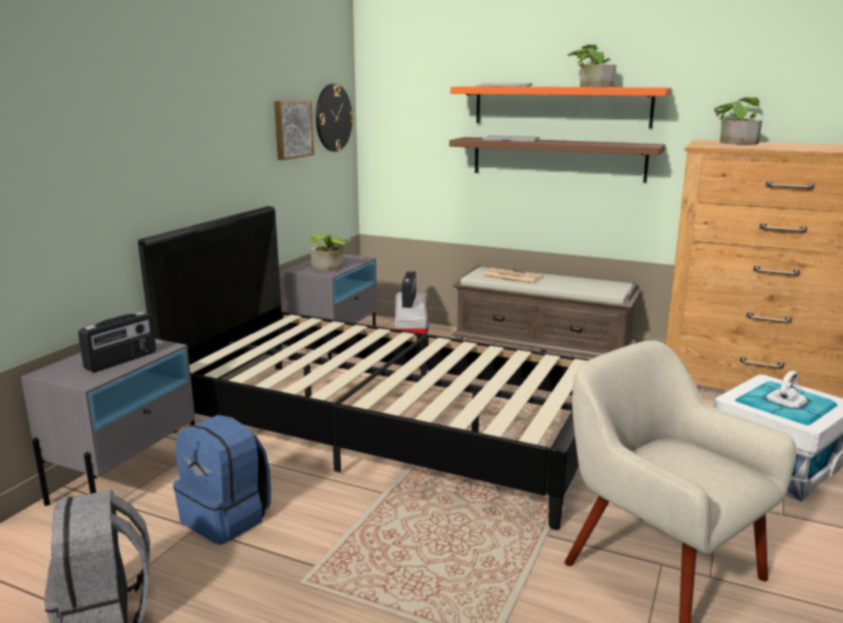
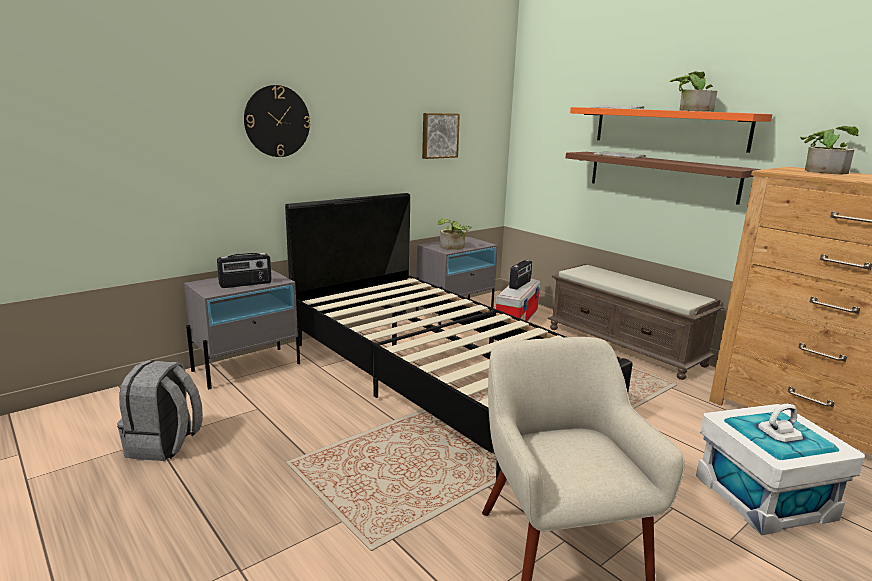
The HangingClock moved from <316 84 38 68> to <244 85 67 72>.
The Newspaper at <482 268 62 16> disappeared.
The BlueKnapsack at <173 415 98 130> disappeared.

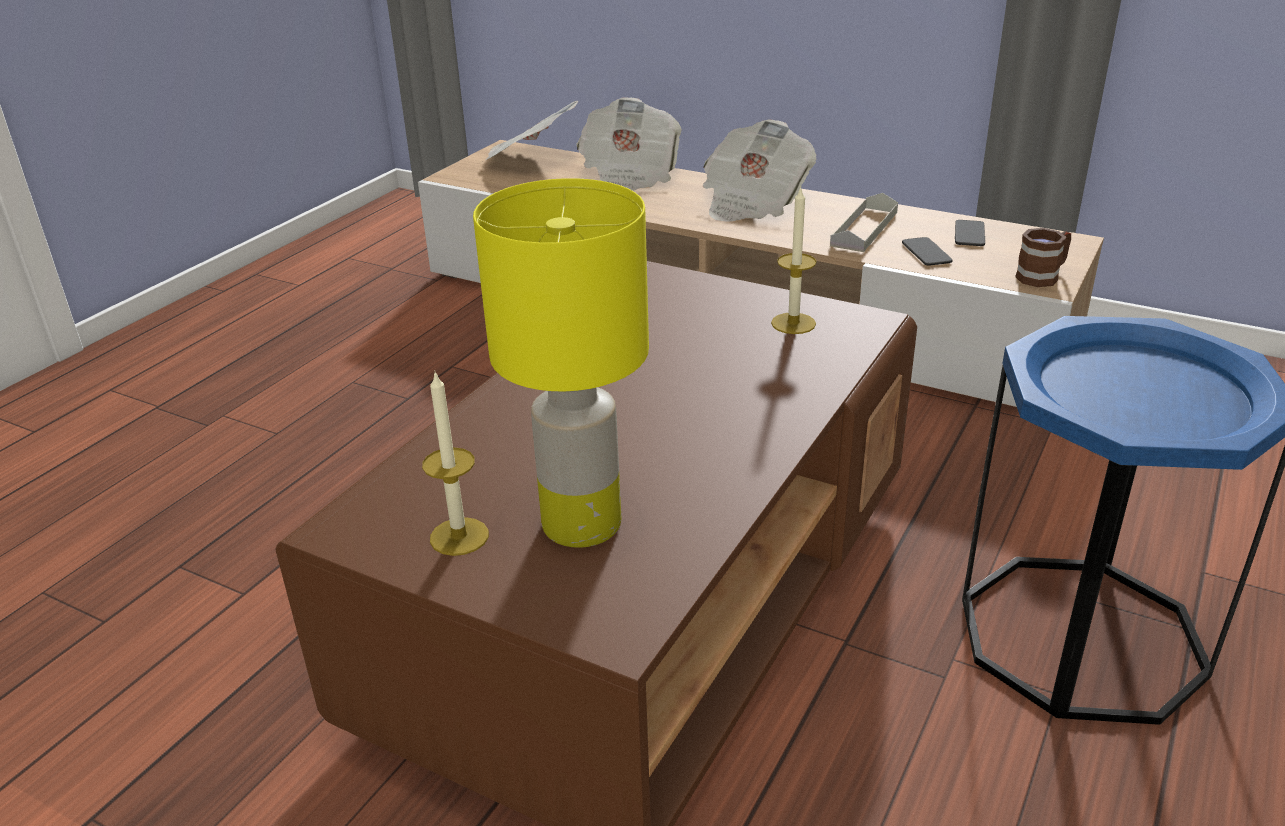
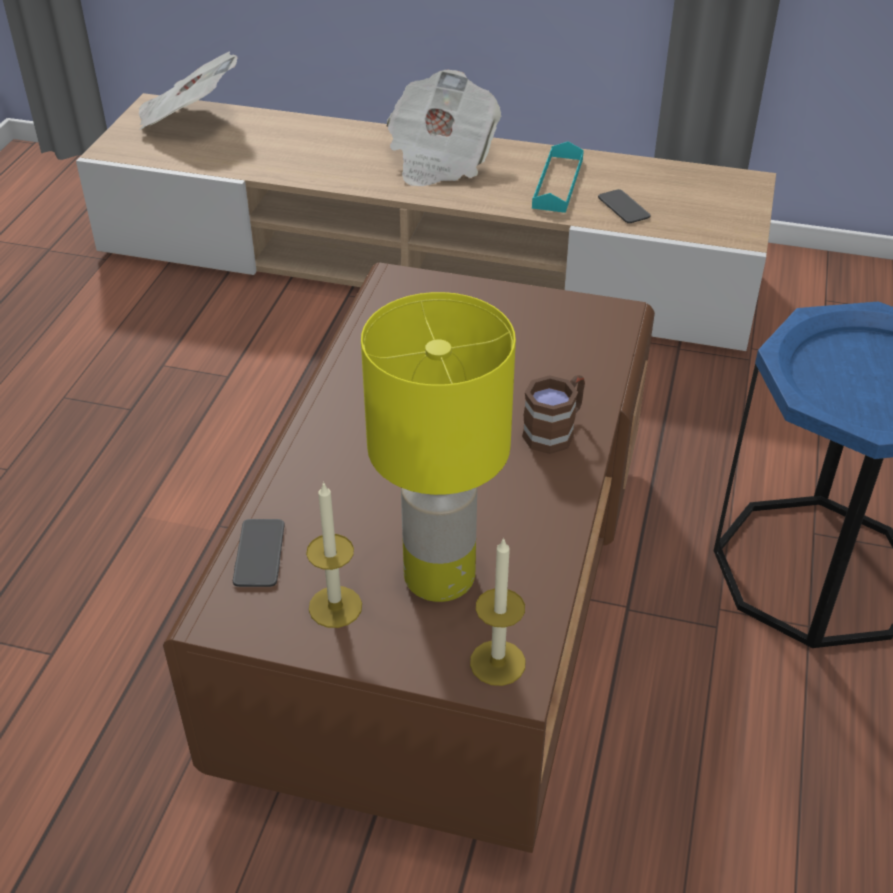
The Newspaper at <577 97 105 94> disappeared.
The Candle moved from <771 186 46 148> to <470 537 56 149>.
The GrayTray at <830 193 68 59> became the TurquoiseTray at <532 141 52 72>.
The Telephone moved from <955 220 30 26> to <233 519 52 68>.
The BrownColouredCoffeeMug moved from <1015 228 56 59> to <522 375 63 79>.

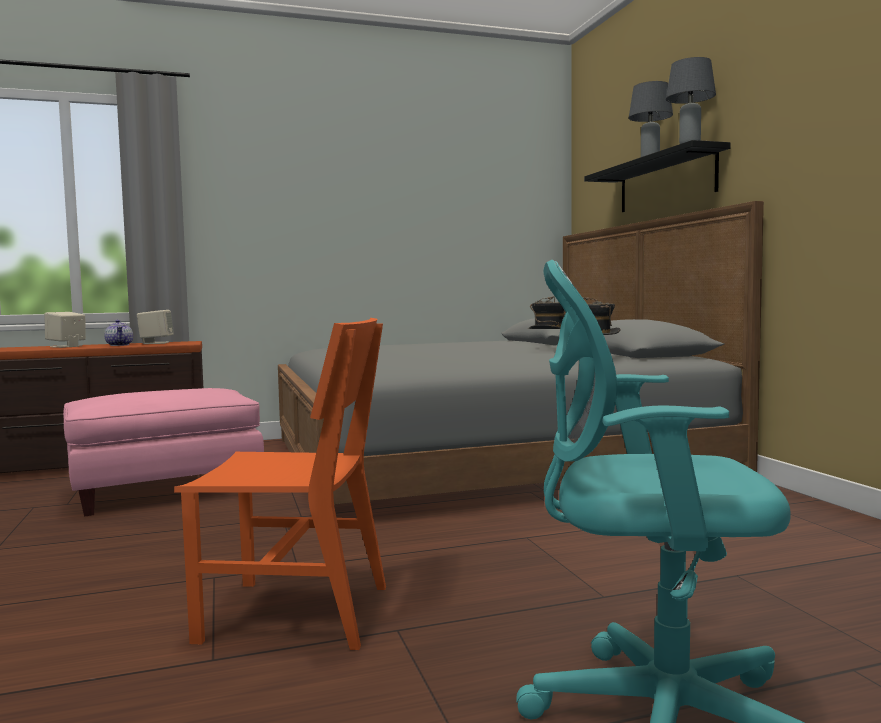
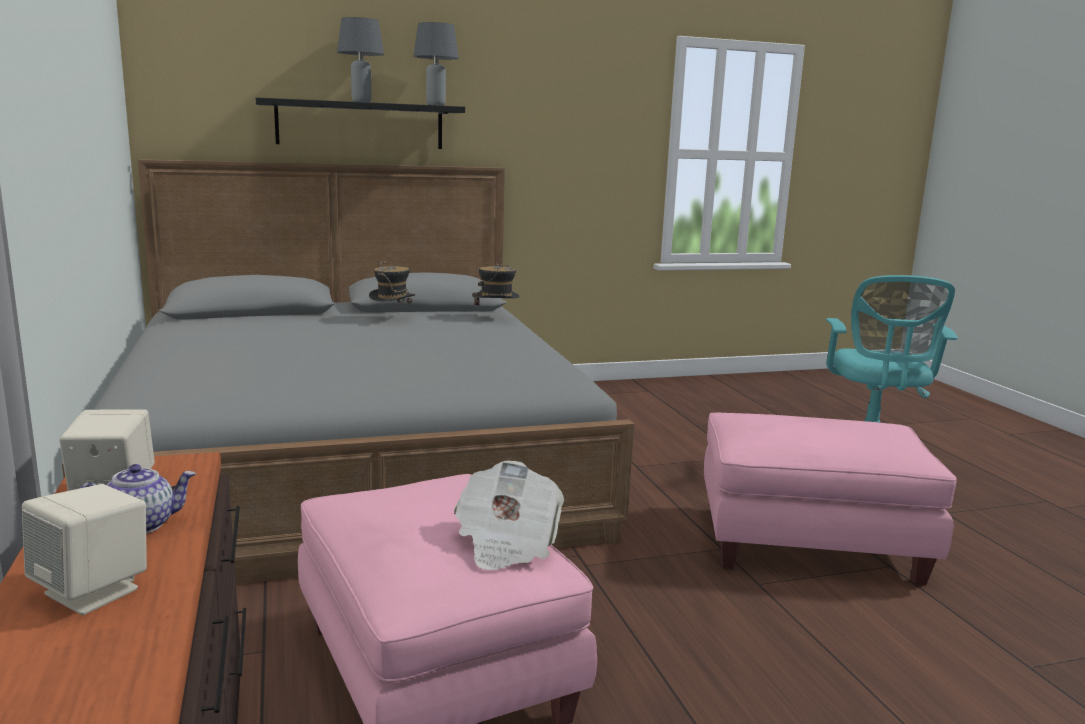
The OrangeyUprightChair at <174 318 212 332> was replaced by the PinkColouredFootrest at <704 413 252 173>.
The Newspaper at <454 461 110 109> appeared.

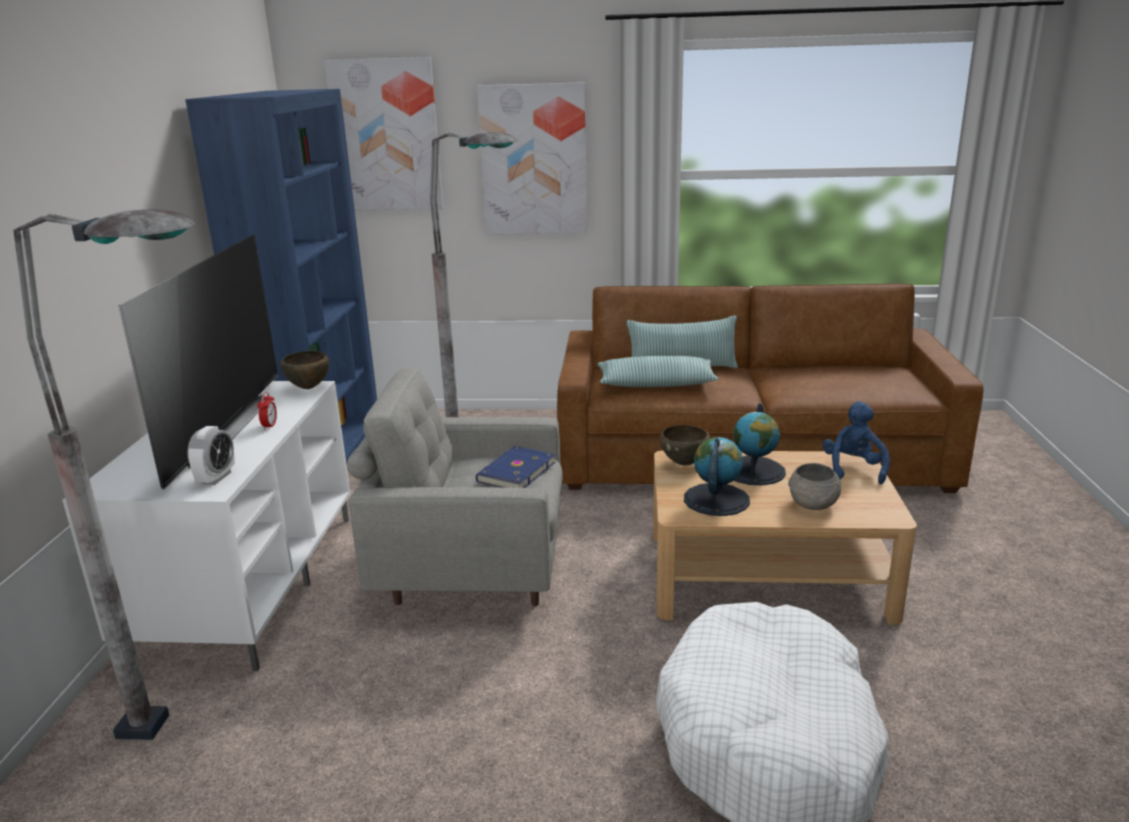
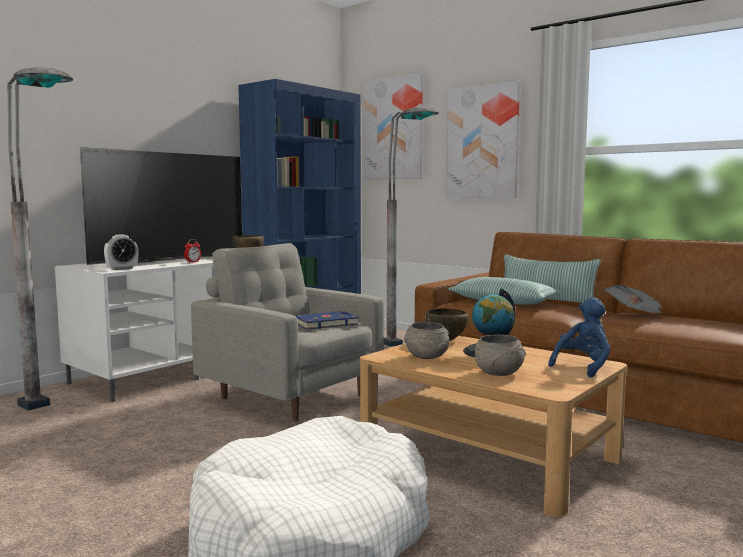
The WorldGlobe at <684 437 66 79> was replaced by the GrayDeepDish at <404 322 45 37>.
The Newspaper at <604 285 59 28> appeared.

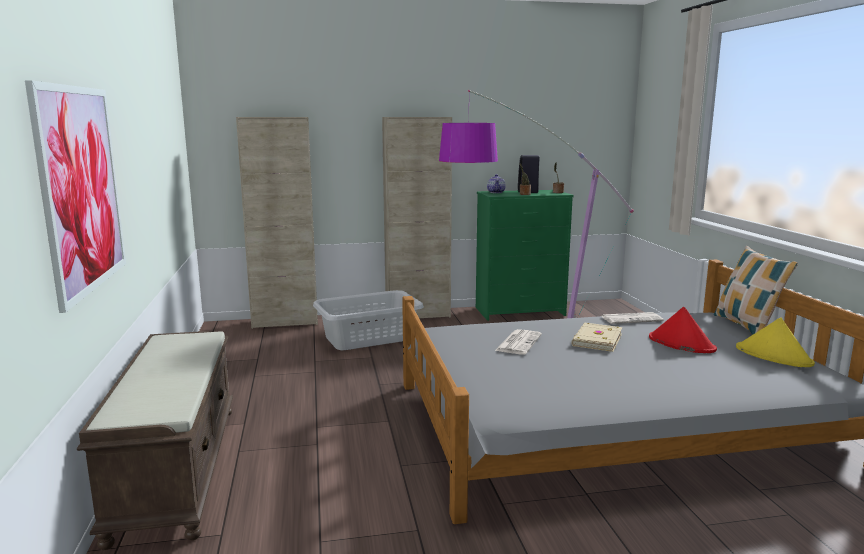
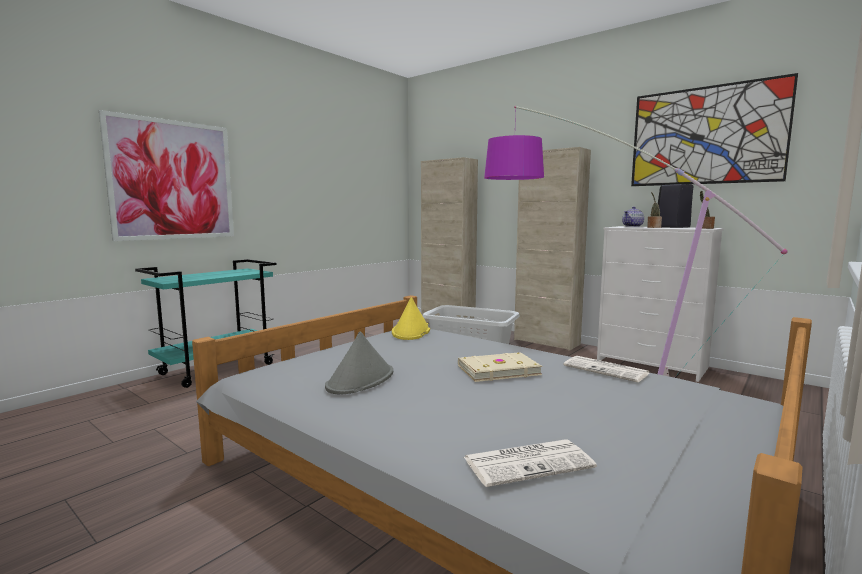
The GreenishDresser at <476 190 98 131> became the WhiteDresser at <597 226 126 156>.
The Pillow at <714 246 84 89> disappeared.
The RedWearableHat at <649 306 68 47> disappeared.
The YellowWearableHat moved from <736 317 79 50> to <392 297 38 43>.
The Newspaper moved from <495 329 47 25> to <464 440 133 47>.
The BrownColouredIndoorBench at <77 331 156 219> was replaced by the TurquoiseCart at <135 259 142 129>.
The WallPicture at <631 73 167 113> appeared.
The GrayWearableHat at <325 331 68 63> appeared.

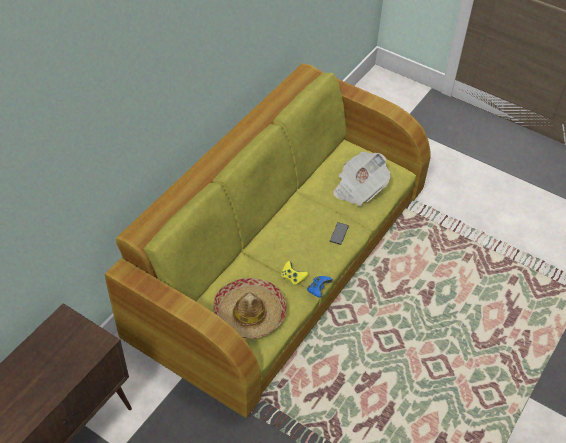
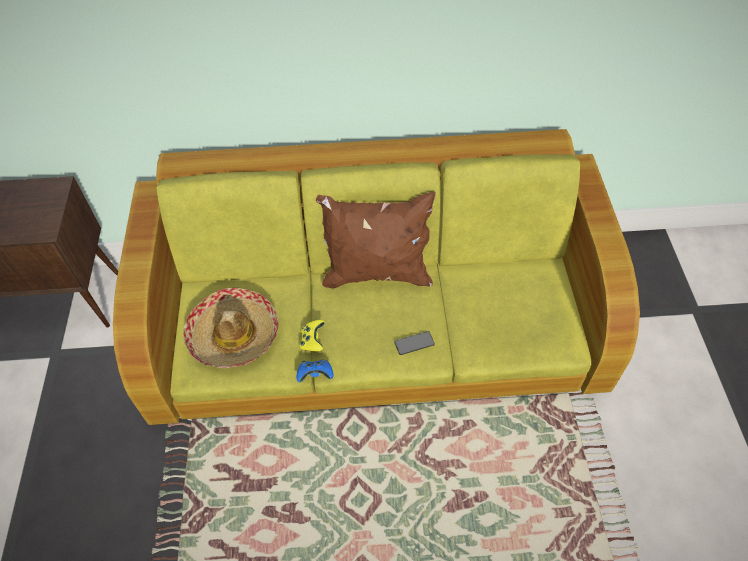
The Newspaper at <333 151 58 56> disappeared.
The BrownColouredPillow at <316 192 120 97> appeared.

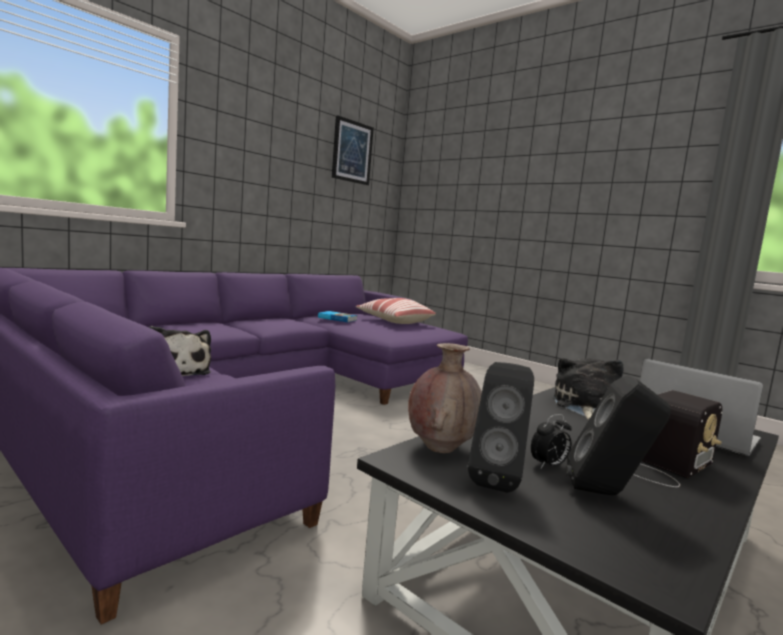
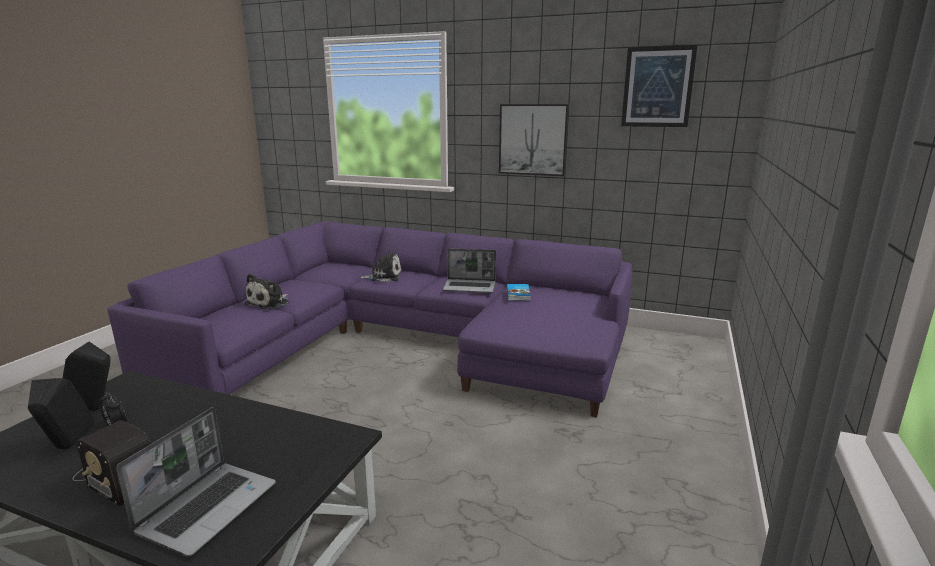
The Pillow at <356 298 80 26> disappeared.
The BrownColouredVase at <408 343 74 110> disappeared.
The SoftToy moved from <554 358 69 62> to <360 251 42 31>.
The WallPicture at <499 104 70 72> appeared.
The PortableComputer at <443 248 53 45> appeared.

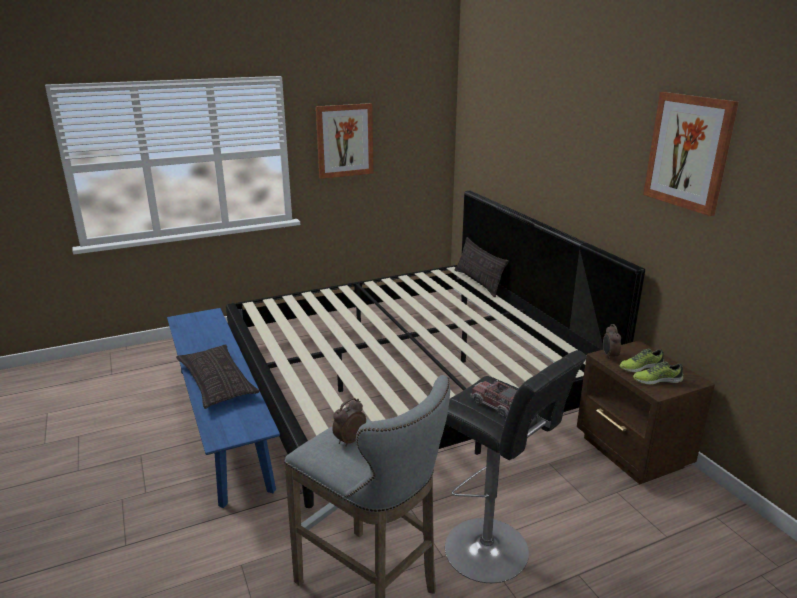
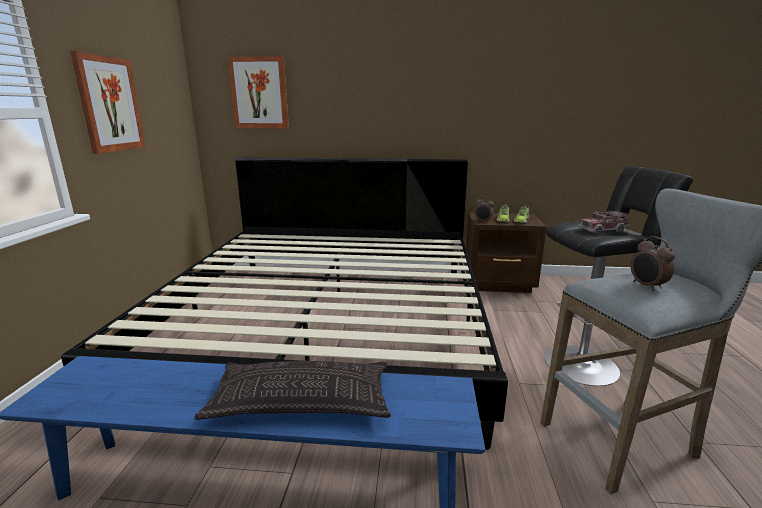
The WallPicture moved from <643 92 96 124> to <227 56 62 73>.
The Pillow at <455 237 54 60> disappeared.

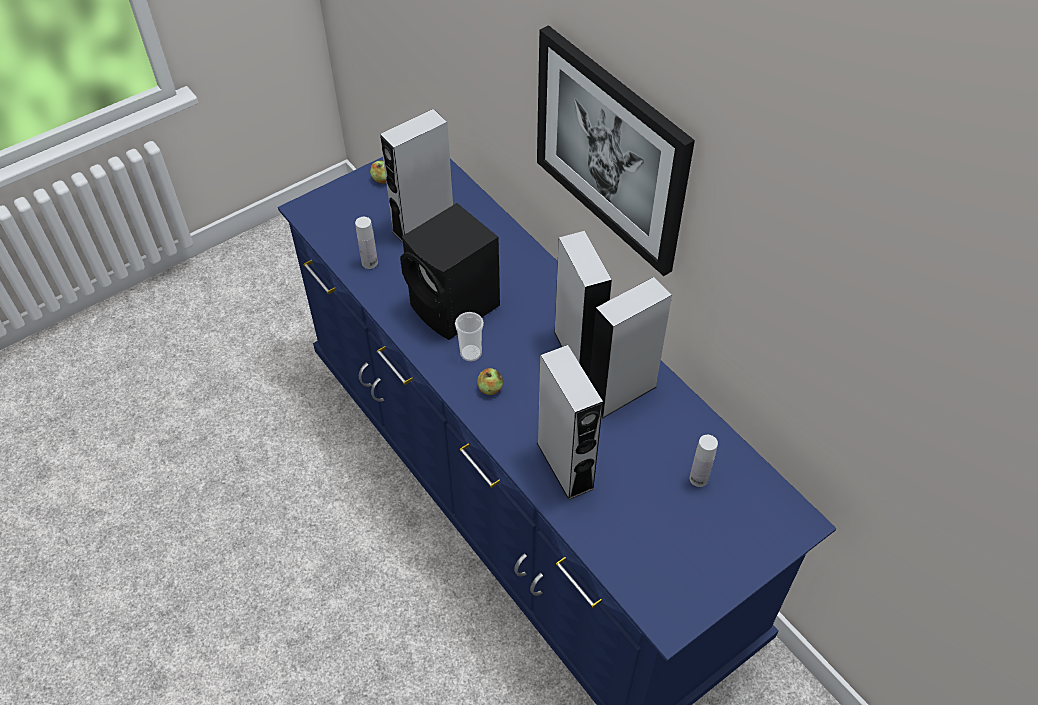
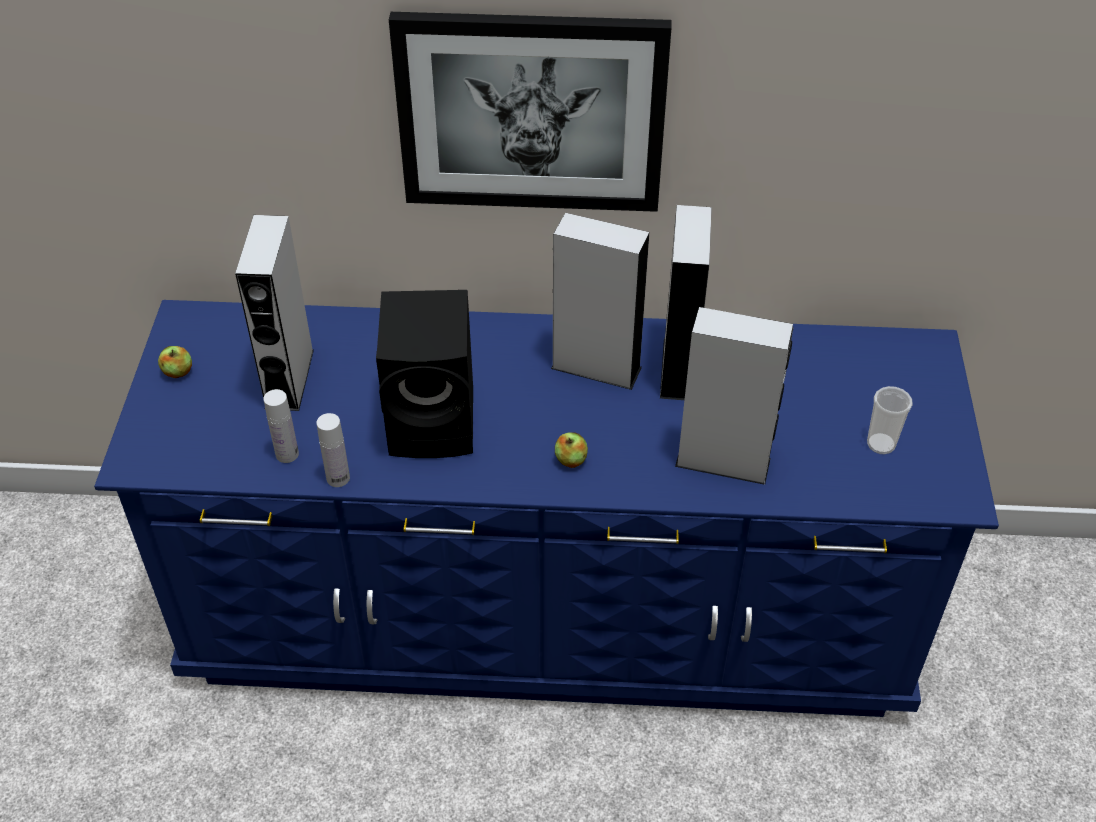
The DrinkingCup moved from <455 312 29 50> to <867 386 46 68>.
The WhiteDrinkBottle moved from <690 435 28 52> to <317 413 33 74>.

